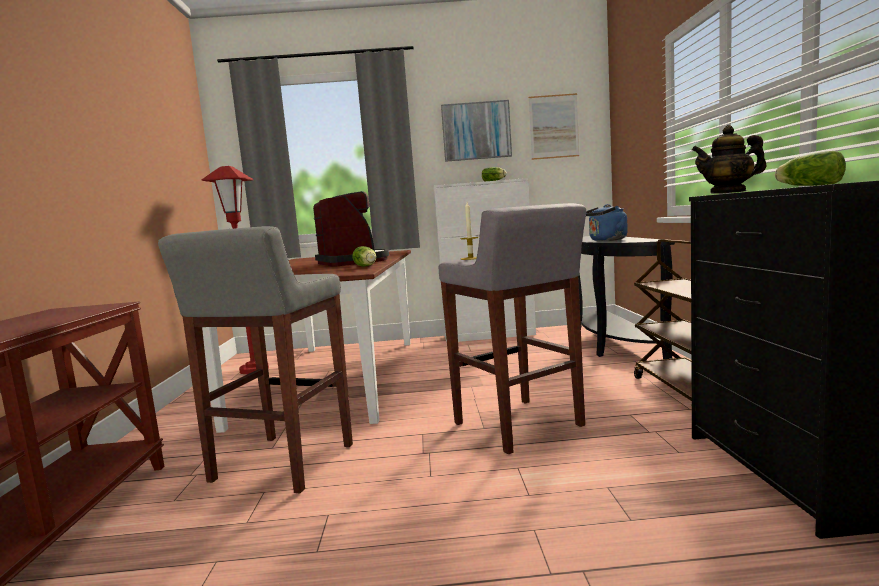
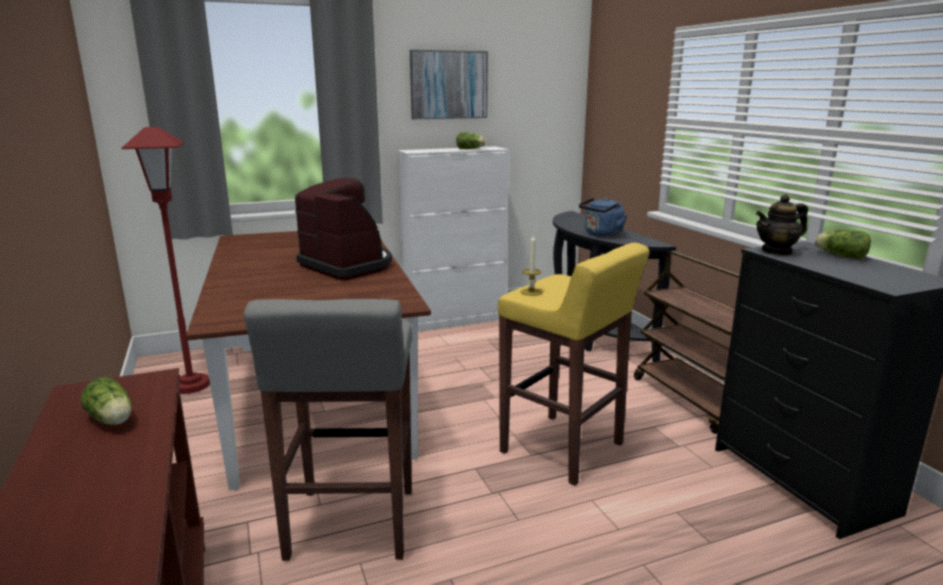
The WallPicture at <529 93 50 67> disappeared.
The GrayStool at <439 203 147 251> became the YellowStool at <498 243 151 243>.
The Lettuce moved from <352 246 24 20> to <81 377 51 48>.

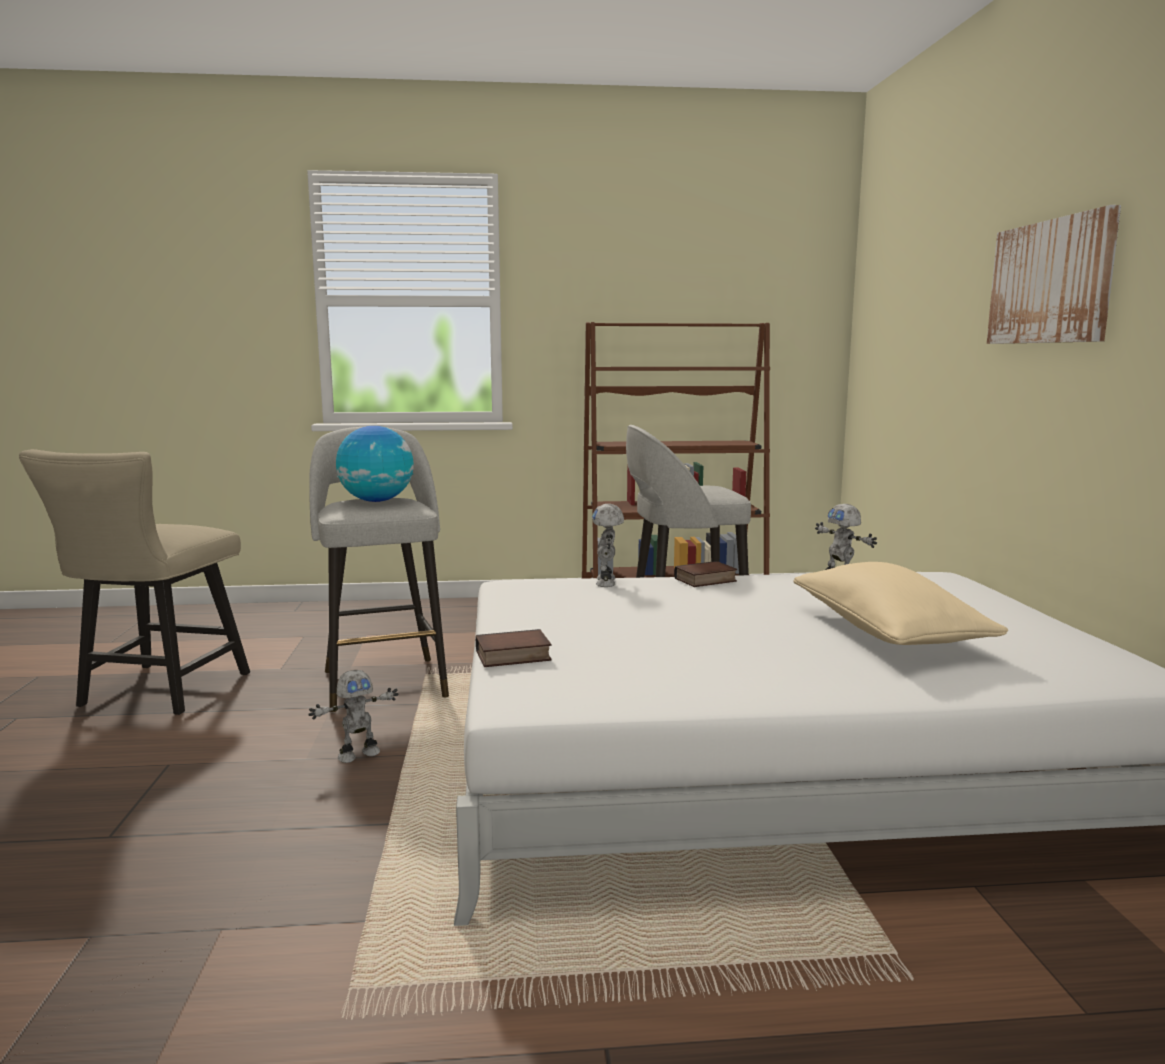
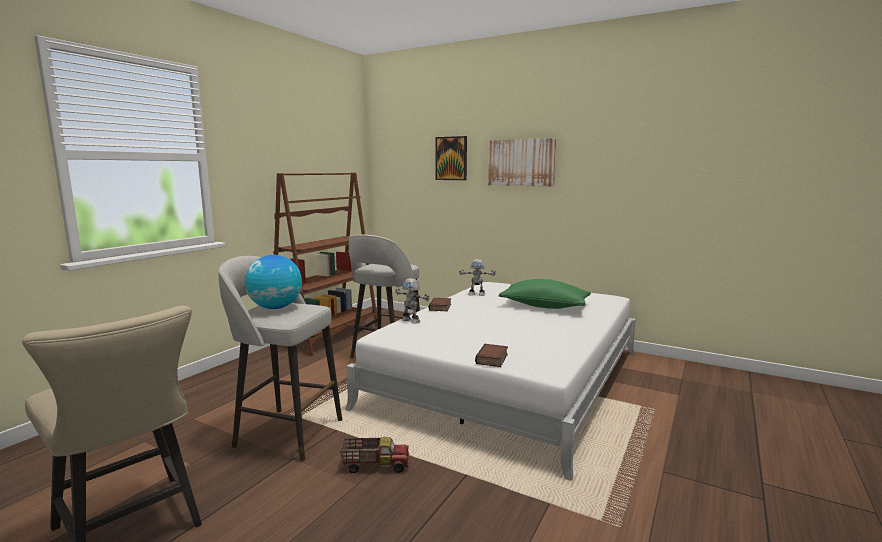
The SandColouredPillow at <793 562 215 83> became the GreenishPillow at <499 279 92 30>.
The ToyRobot at <308 670 91 93> was replaced by the ModelTruck at <340 437 69 36>.
The WallPicture at <435 136 32 44> appeared.

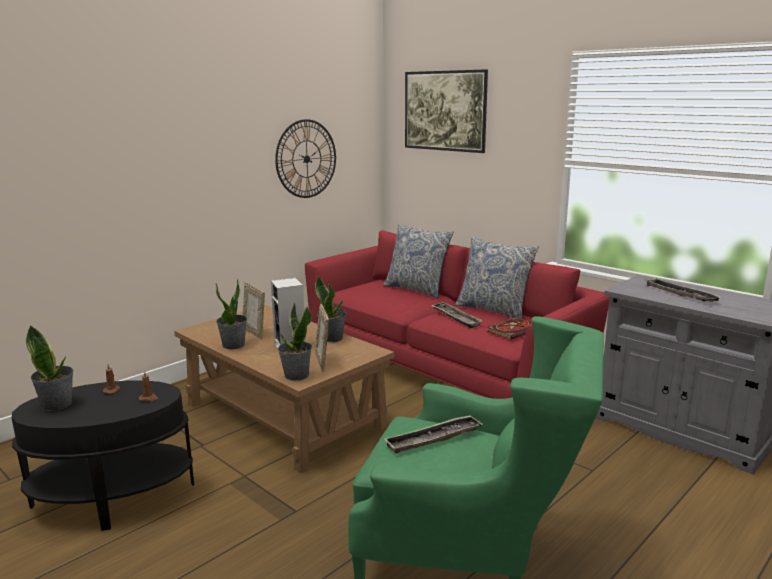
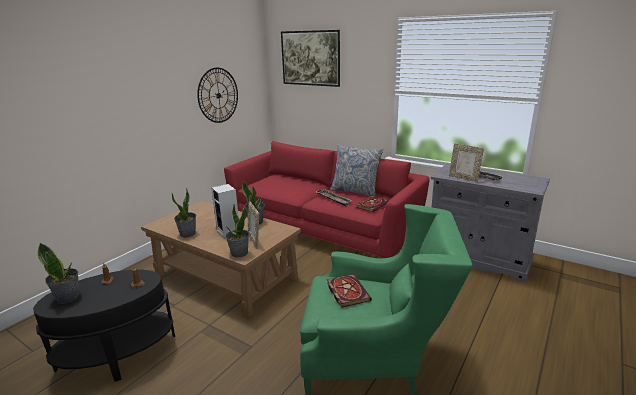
The Pillow at <384 223 70 76> disappeared.
The StandingFrame moved from <243 282 22 57> to <449 143 35 39>.
The Tray at <384 415 99 39> was replaced by the BoundBook at <327 274 45 34>.

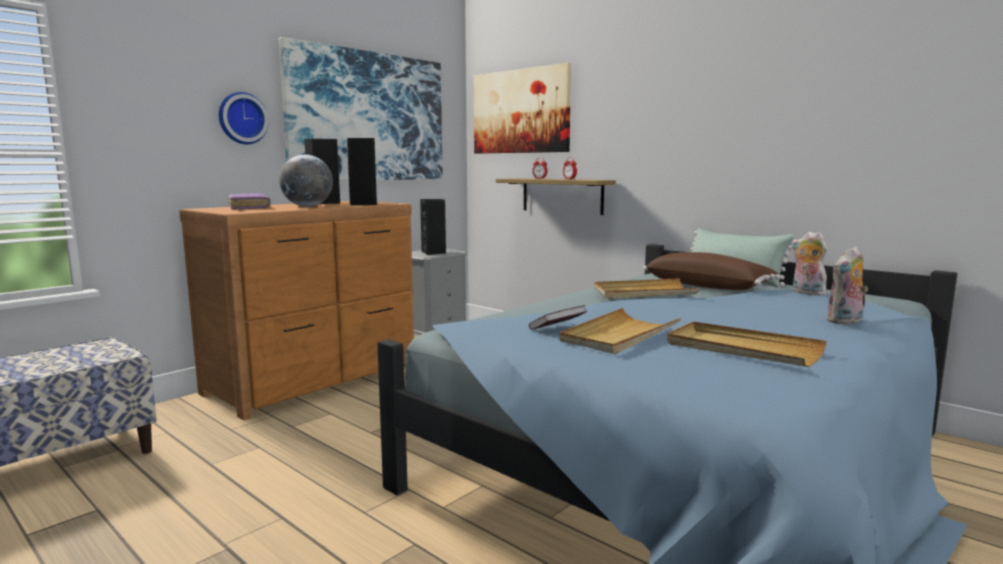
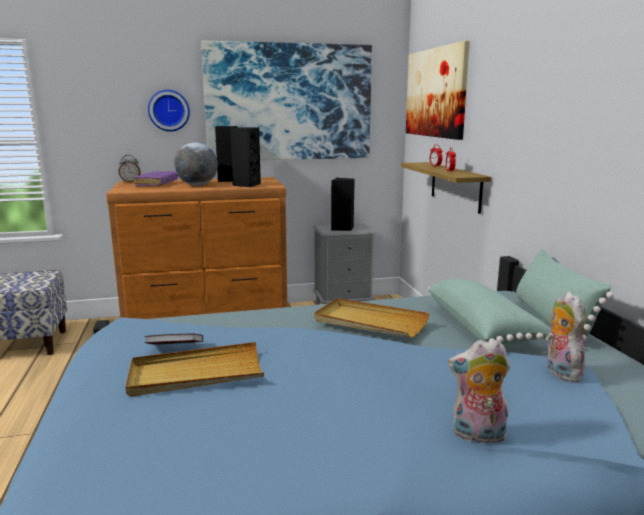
The BrownColouredPillow at <643 252 137 38> became the GreenishPillow at <428 279 123 66>.
The SandColouredTray at <667 322 160 45> disappeared.
The TableClock at <119 155 22 27> appeared.

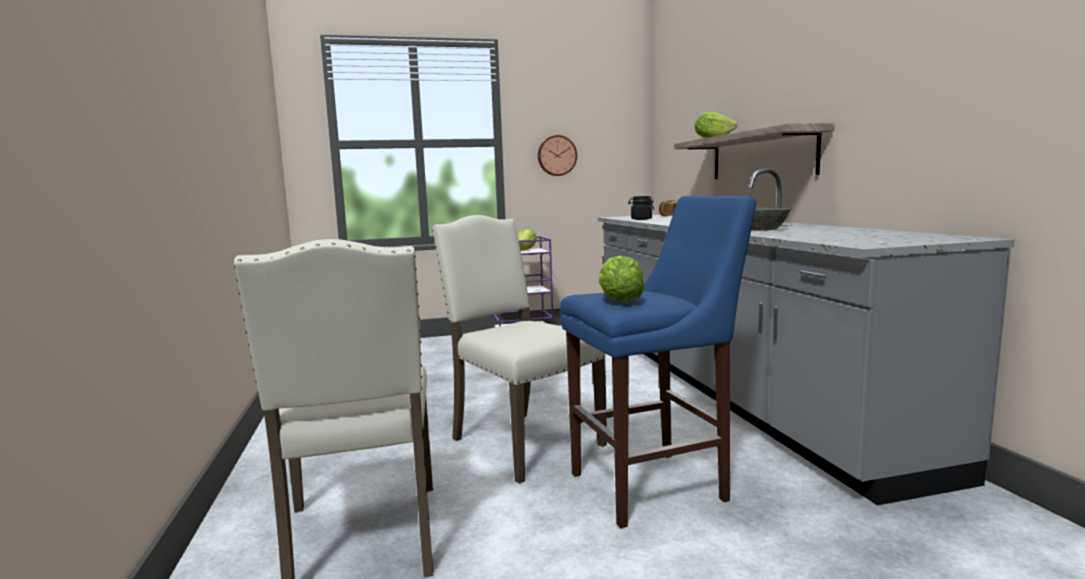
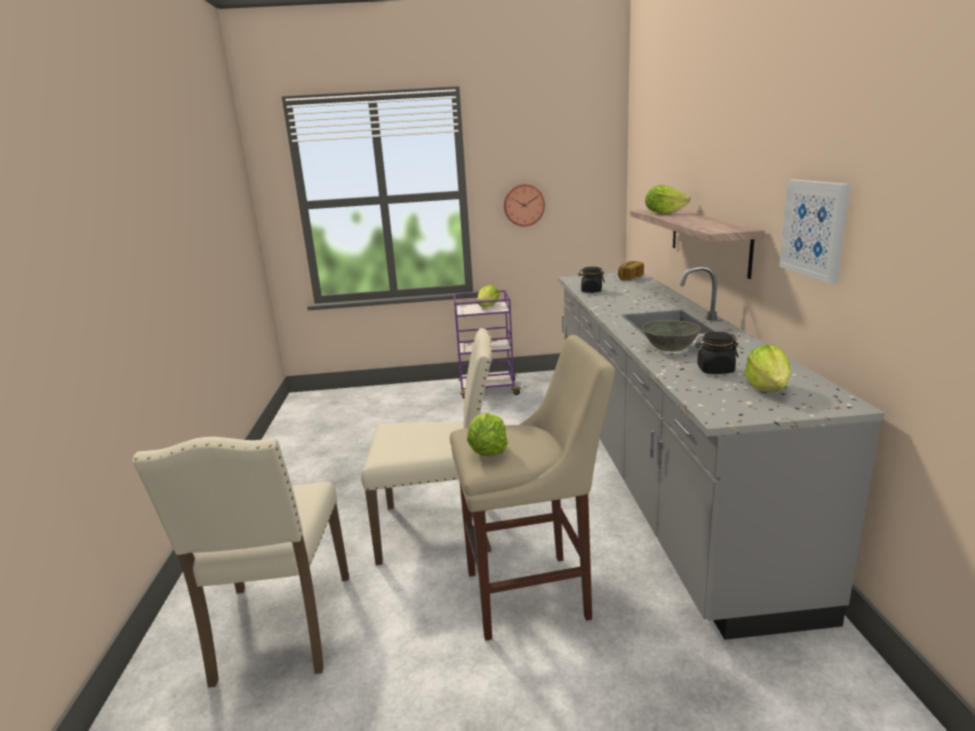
The BlueStool at <560 196 196 333> became the SandColouredStool at <450 335 165 306>.
The SandColouredUprightChair at <432 215 175 269> turned 120 degrees clockwise.
The WallPicture at <779 180 72 104> appeared.
The BlackPreserveJar at <695 332 44 42> appeared.
The Lettuce at <745 345 46 47> appeared.

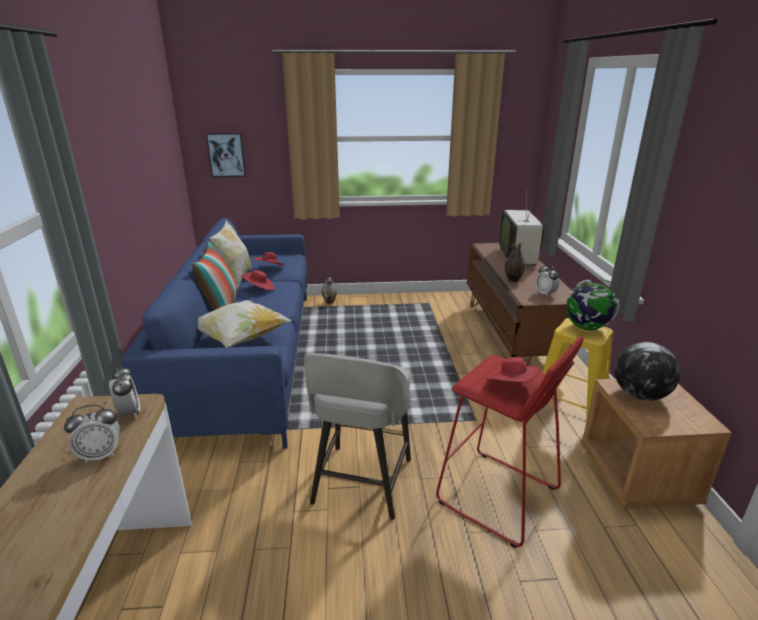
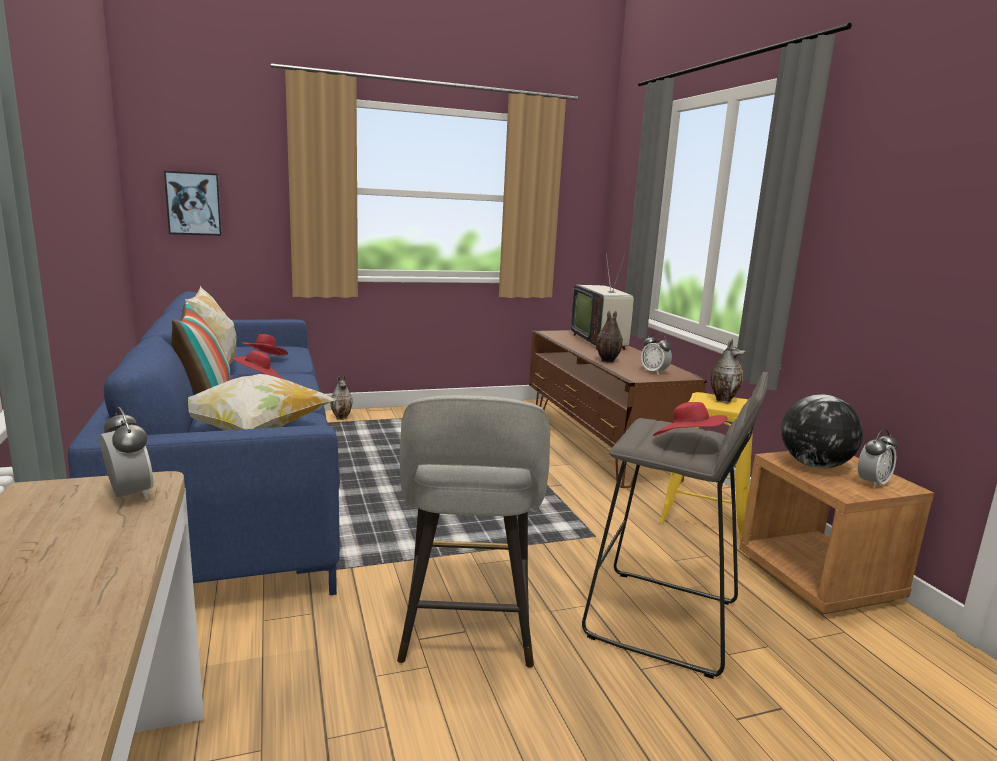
The WorldGlobe at <567 278 52 52> was replaced by the Vase at <710 339 36 64>.
The RedStool at <436 337 147 211> became the GrayStool at <582 372 187 307>.
The TableClock moved from <64 405 56 58> to <858 430 40 58>.

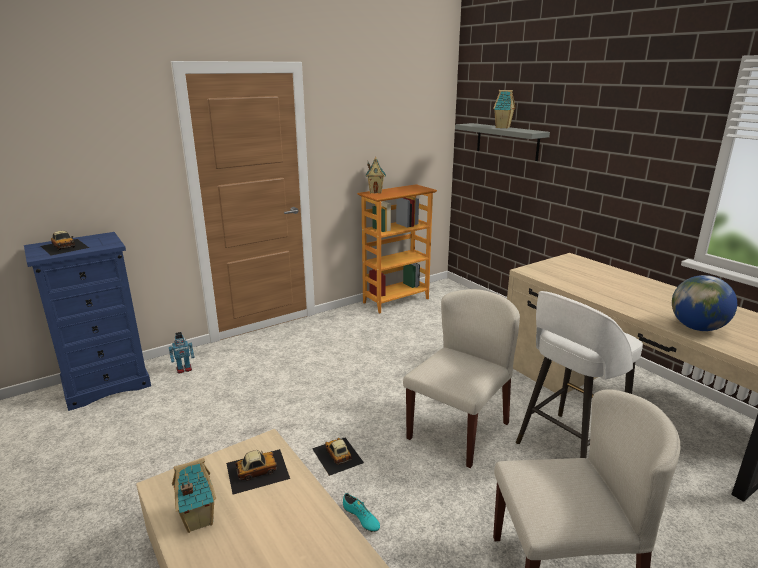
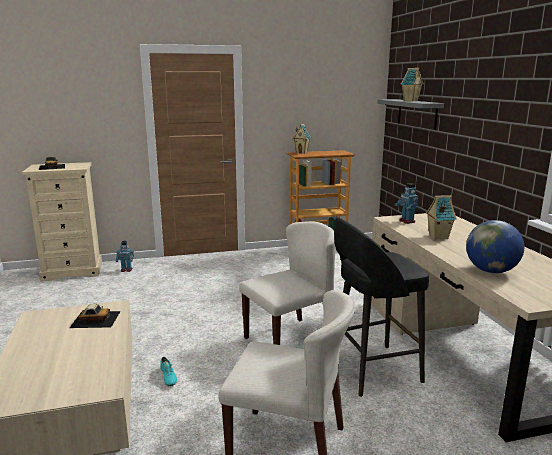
The BlueDresser at <24 232 127 179> became the SandColouredDresser at <22 162 80 120>.
The WhiteStool at <516 291 127 167> became the BlackStool at <334 218 95 179>.
The ModelCar at <312 437 52 39> disappeared.
The MiniatureHouse moved from <172 458 44 75> to <426 195 31 45>.
The ToyRobot at <395 183 23 41> appeared.

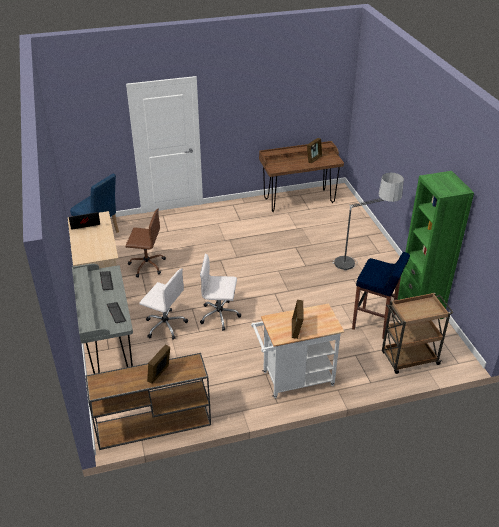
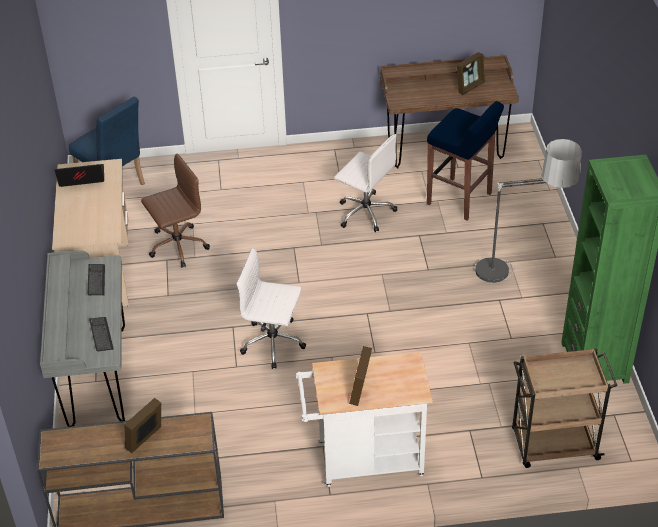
The BrownColouredDeskChair at <126 209 40 68> turned 45 degrees counterclockwise.
The BlueStool moved from <352 252 58 87> to <427 101 77 120>.
The WhiteDeskChair moved from <139 268 49 72> to <334 134 64 98>.

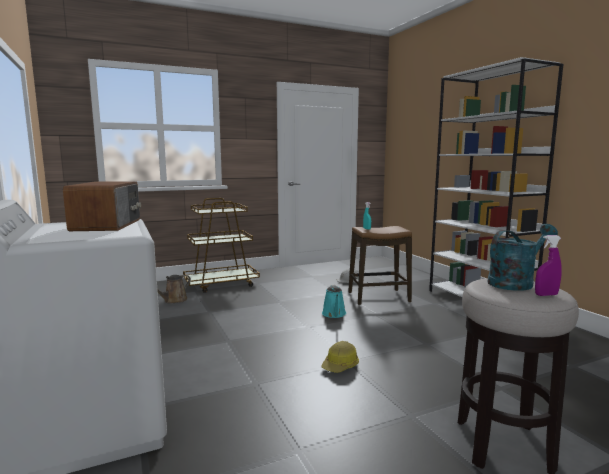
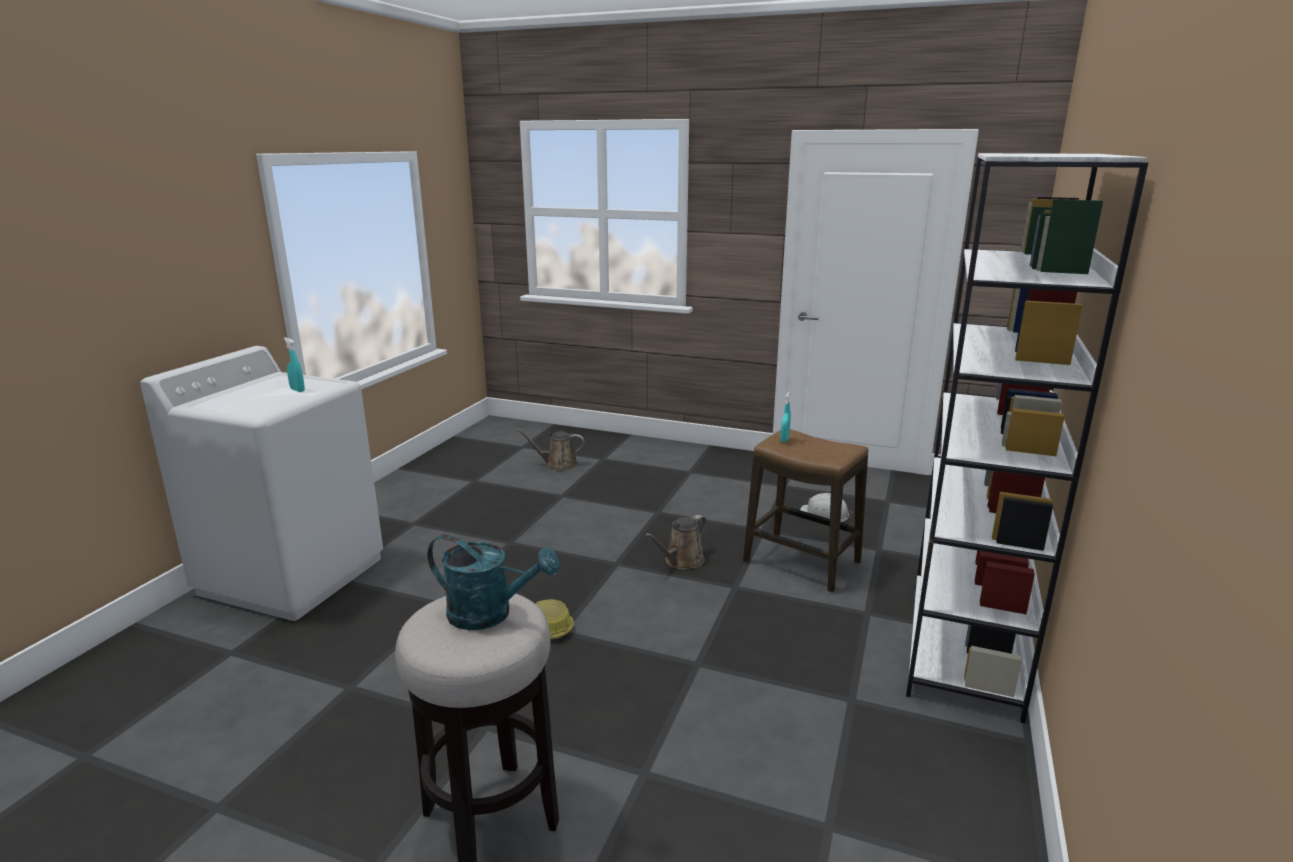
The RadioSet at <63 181 78 50> was replaced by the TurquoiseSprayer at <284 338 21 54>.
The BrownColouredCart at <183 198 77 95> disappeared.
The PurpleSprayer at <535 235 27 61> disappeared.
The TurquoiseSprinklingCan at <322 285 24 33> became the BrownColouredSprinklingCan at <645 515 62 55>.

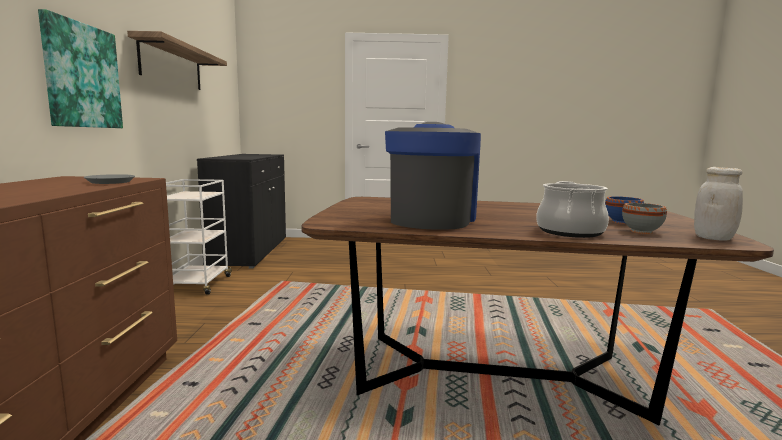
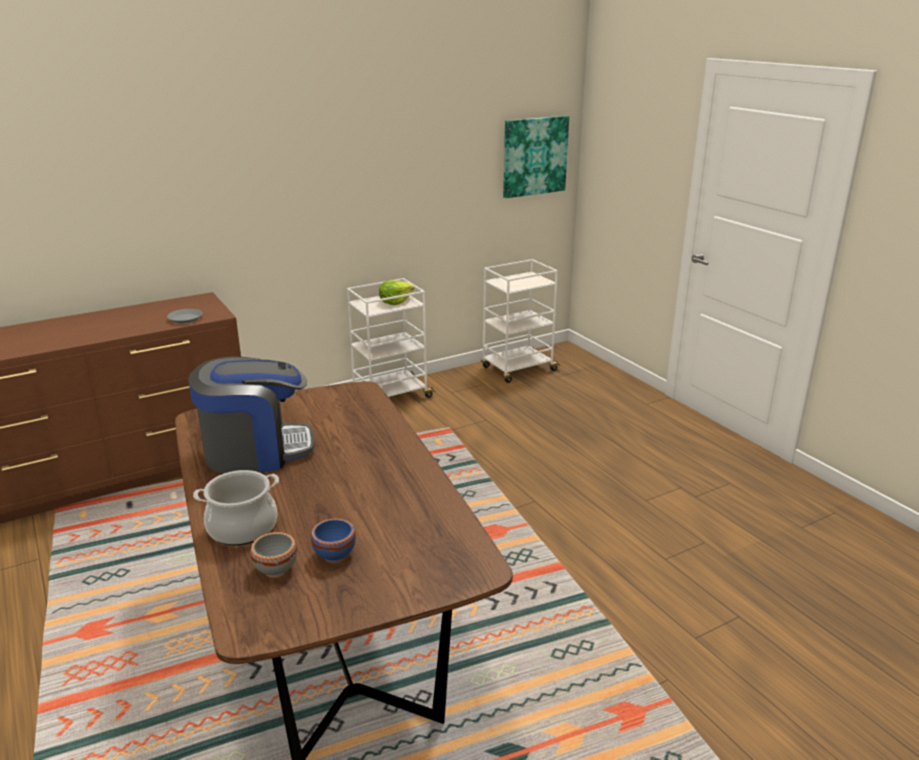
The WallPicture moved from <38 9 85 119> to <503 116 66 82>.
The Shelf at <127 31 100 59> disappeared.
The BlackCabinet at <197 154 89 115> was replaced by the WhiteCart at <481 259 79 124>.
The WhitePreserveJar at <694 167 49 74> disappeared.
The Lettuce at <379 280 35 25> appeared.

